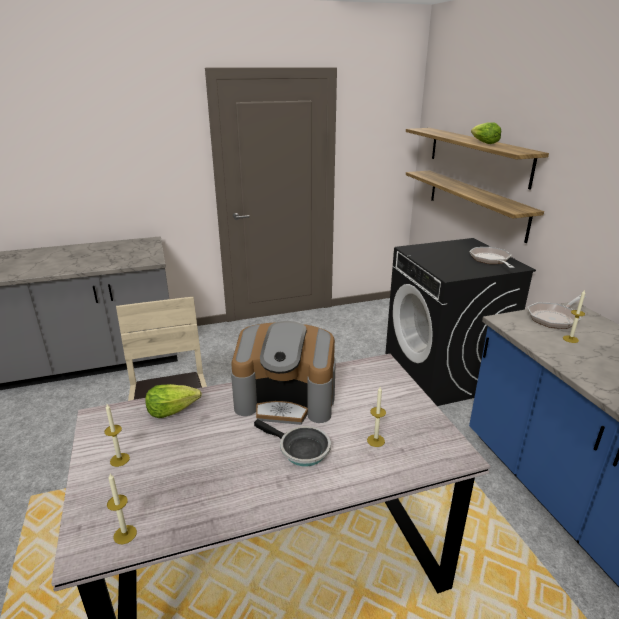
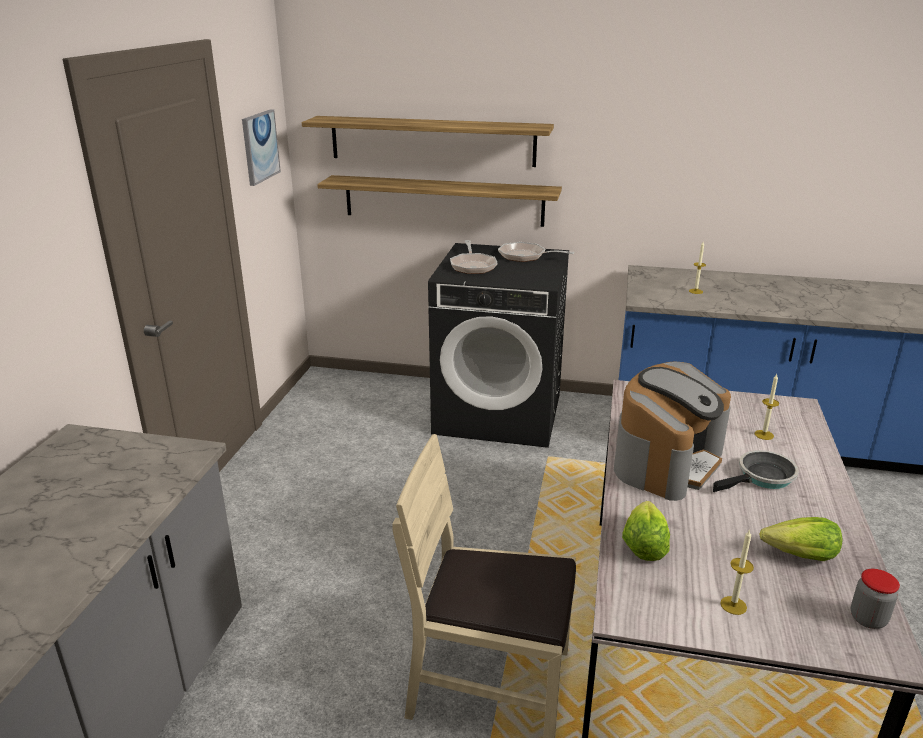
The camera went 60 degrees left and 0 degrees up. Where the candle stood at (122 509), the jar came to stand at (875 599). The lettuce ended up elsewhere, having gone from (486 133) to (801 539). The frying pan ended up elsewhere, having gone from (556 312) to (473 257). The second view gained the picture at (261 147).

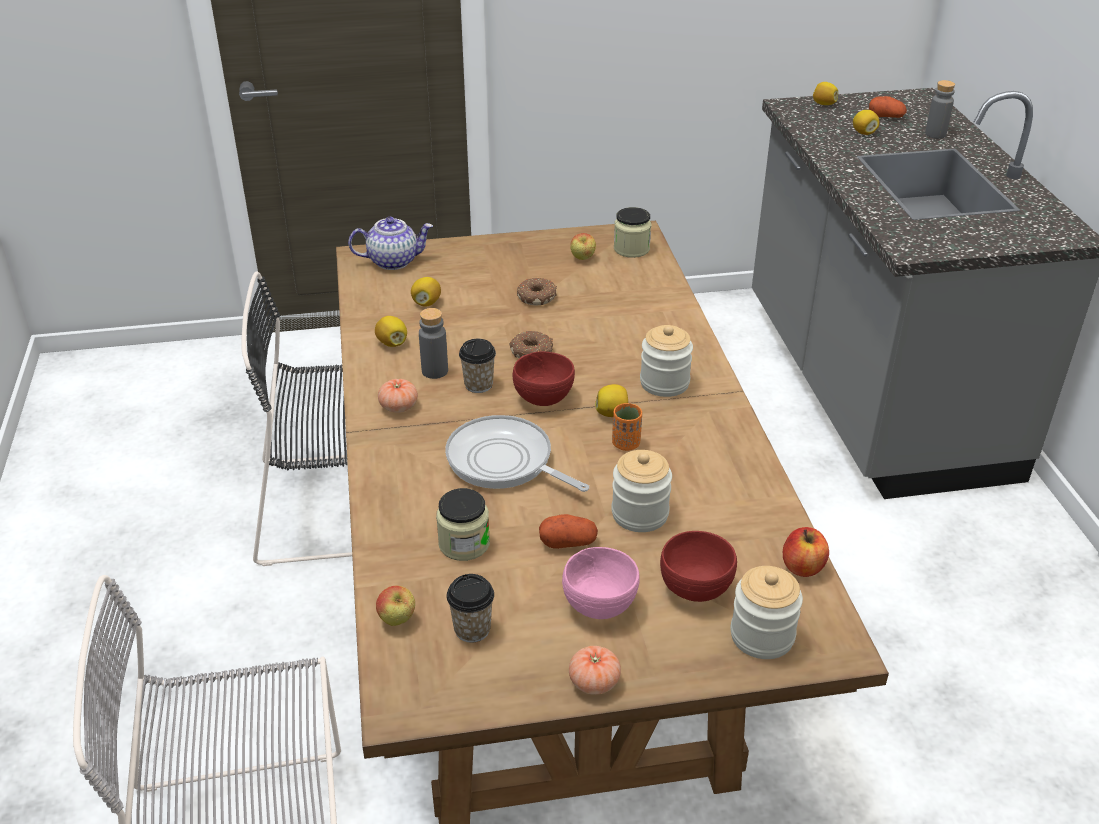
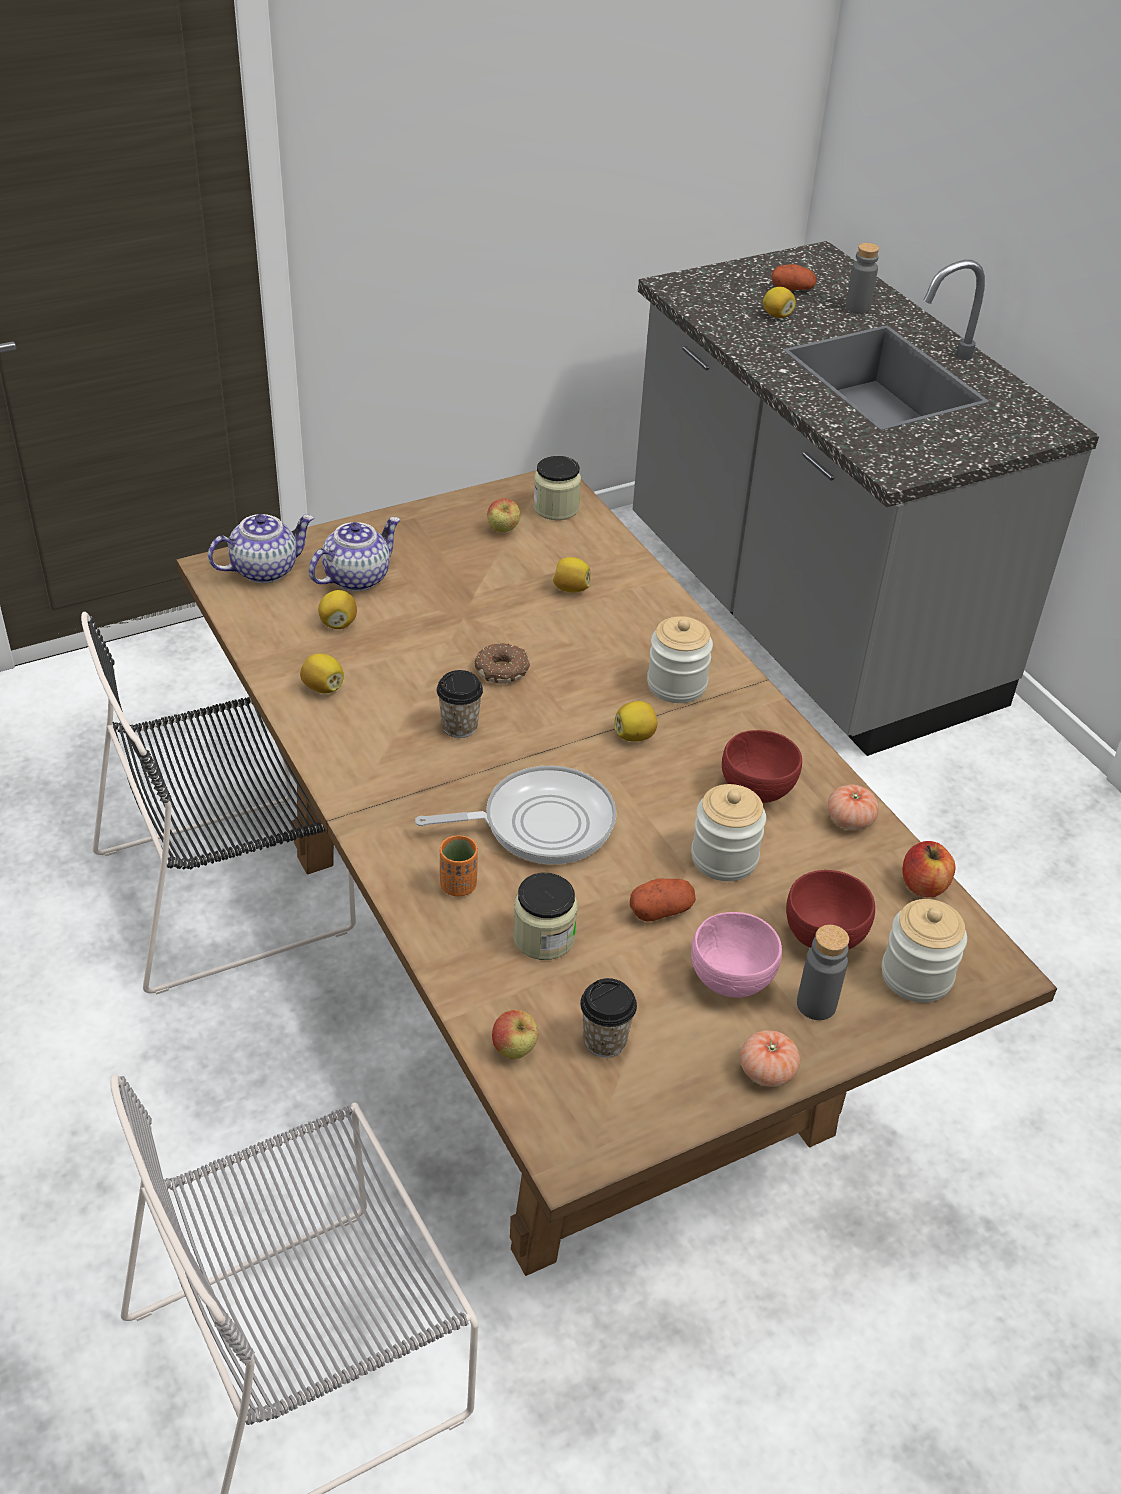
The camera went 20 degrees left and 5 degrees up. The tomato ended up elsewhere, having gone from (398 396) to (853 807). The grey bottle ended up elsewhere, having gone from (433 343) to (823 972). The frying pan at (517 453) ended up facing another way, 150 degrees clockwise from before. The red bowl ended up elsewhere, having gone from (544 378) to (762 766). The second view lost the donut at (537 291). The orange cup ended up elsewhere, having gone from (627 427) to (459 866). The lemon ended up elsewhere, having gone from (825 93) to (571 574). The second view gained the teapot at (355 554).

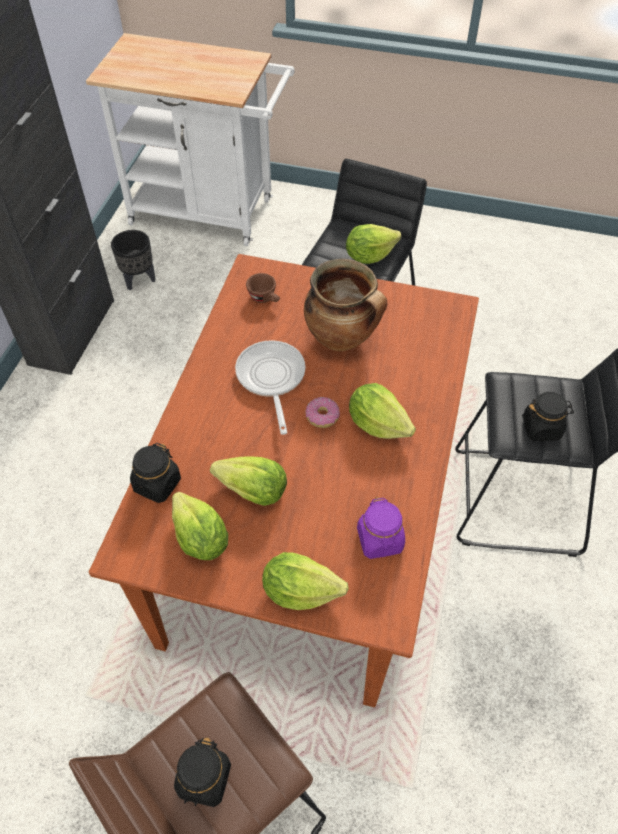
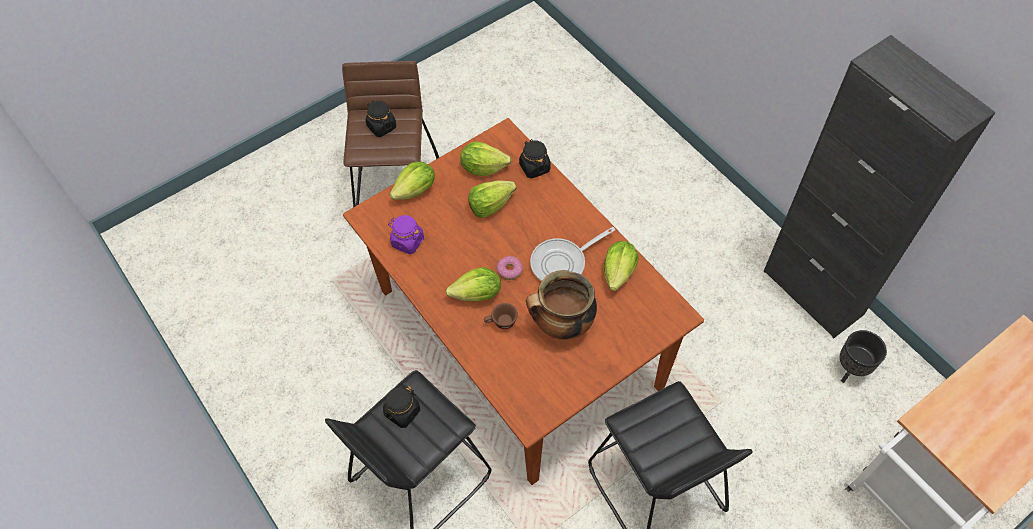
The camera went 130 degrees right and 5 degrees up. The frying pan at (270 387) ended up facing another way, 120 degrees clockwise from before. The brown cup ended up elsewhere, having gone from (263 288) to (501 316). The lettuce ended up elsewhere, having gone from (373 244) to (621 266).

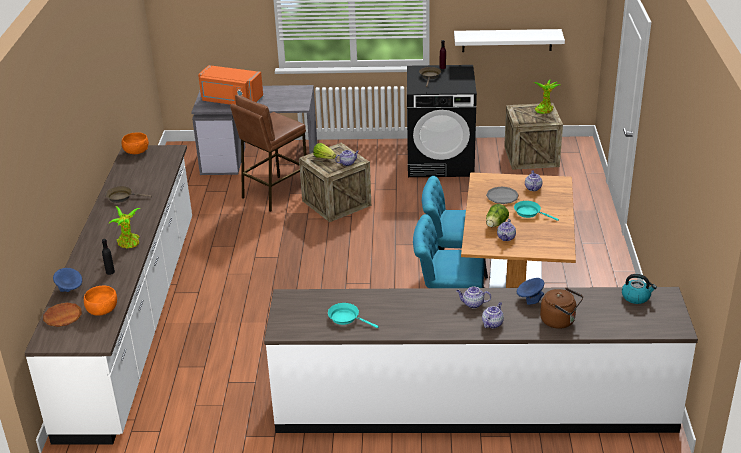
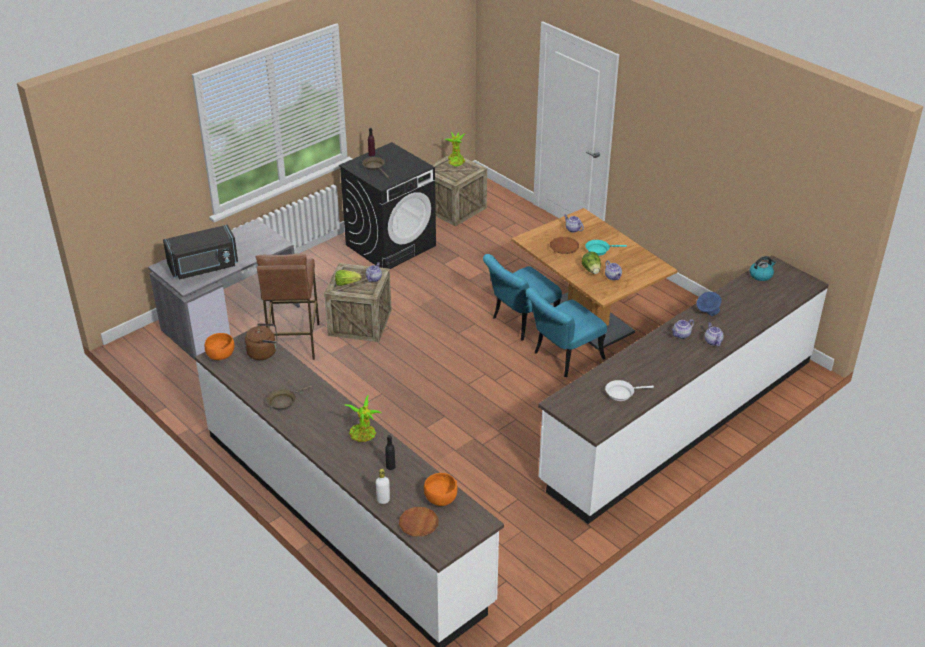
The camera went 45 degrees left and 5 degrees up. Where the blue bowl stood at (67 280), the white bottle came to stand at (383 486). What was the orange microwave at (230 85) turned into the black microwave at (200 252). What was the turquoise frying pan at (353 315) turned into the white frying pan at (629 390). The second view lost the white shelf at (509 40). What was the grey plate at (502 195) turned into the brown plate at (564 245). The brown kettle ended up elsewhere, having gone from (561 308) to (261 341).

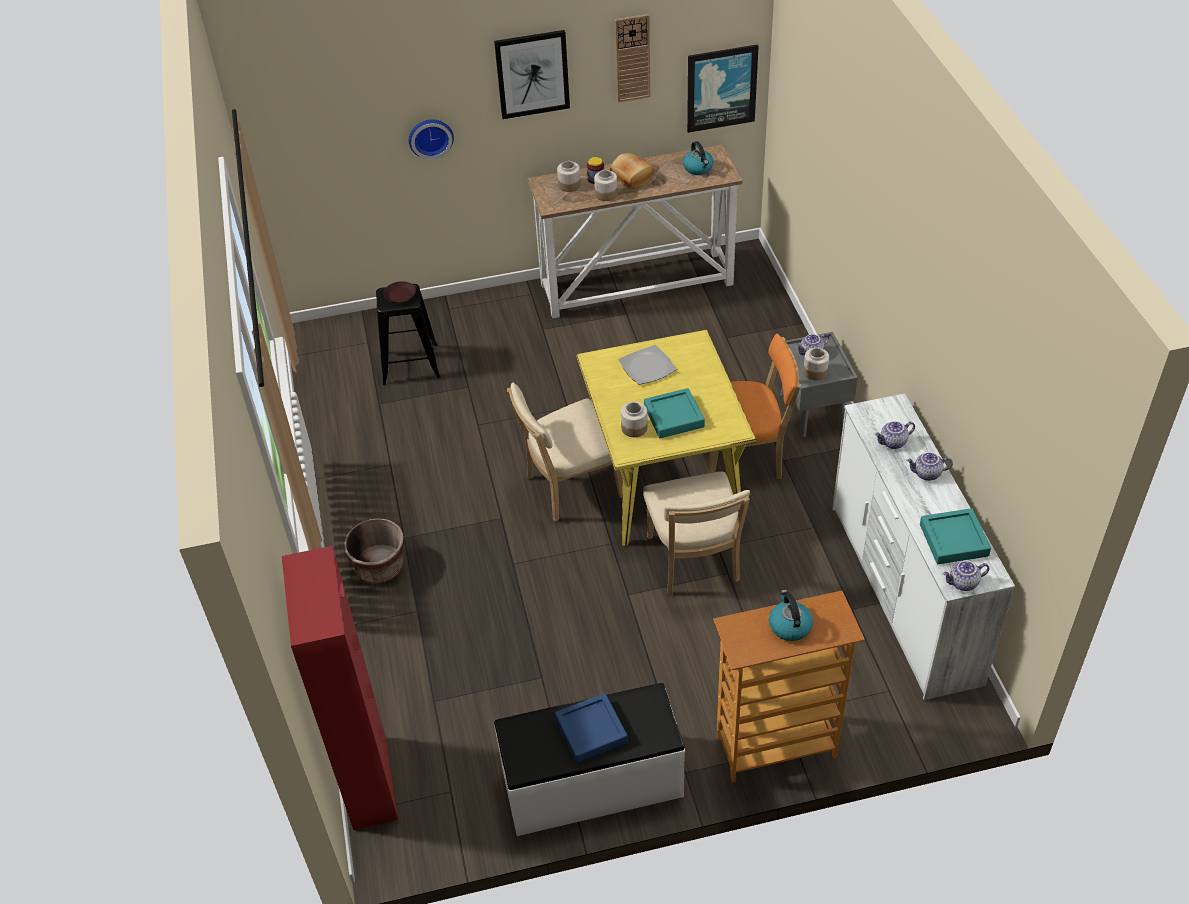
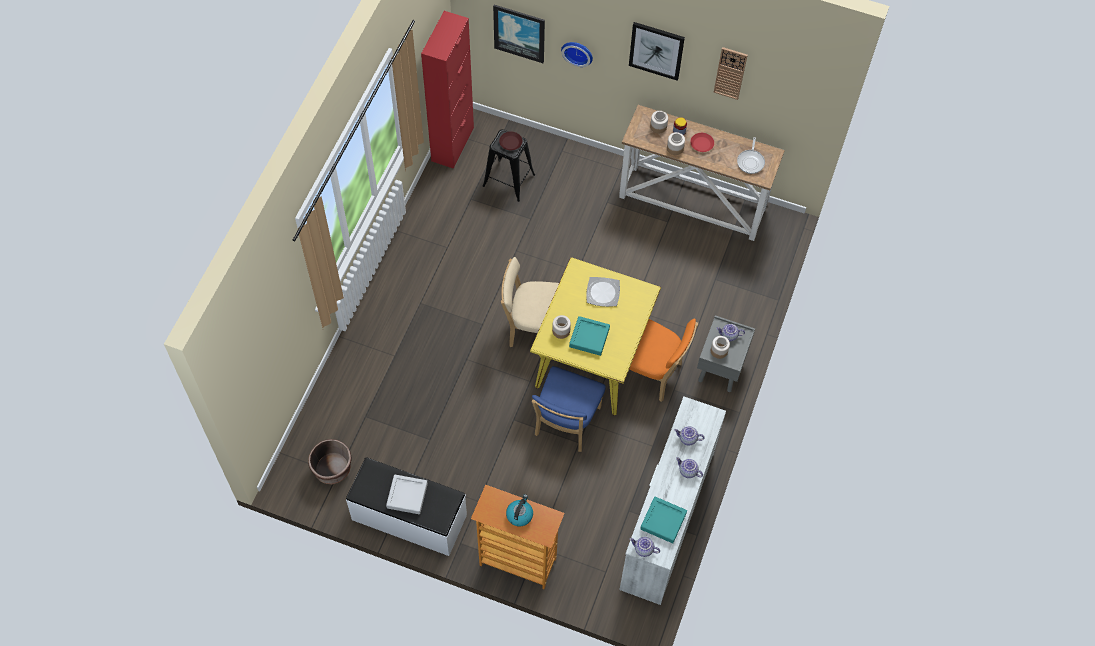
The camera went 30 degrees right and 15 degrees up. The red cabinet ended up elsewhere, having gone from (340 688) to (447 90). The brown planter ended up elsewhere, having gone from (374 551) to (330 462). What was the blue tray at (591 728) turned into the grey tray at (407 494). Where the bread stood at (632 171), the red plate came to stand at (702 142). What was the beige chair at (696 533) turned into the blue chair at (569 409). Where the kettle stood at (698 158), the frying pan came to stand at (751 155). The picture ended up elsewhere, having gone from (723 88) to (519 34).

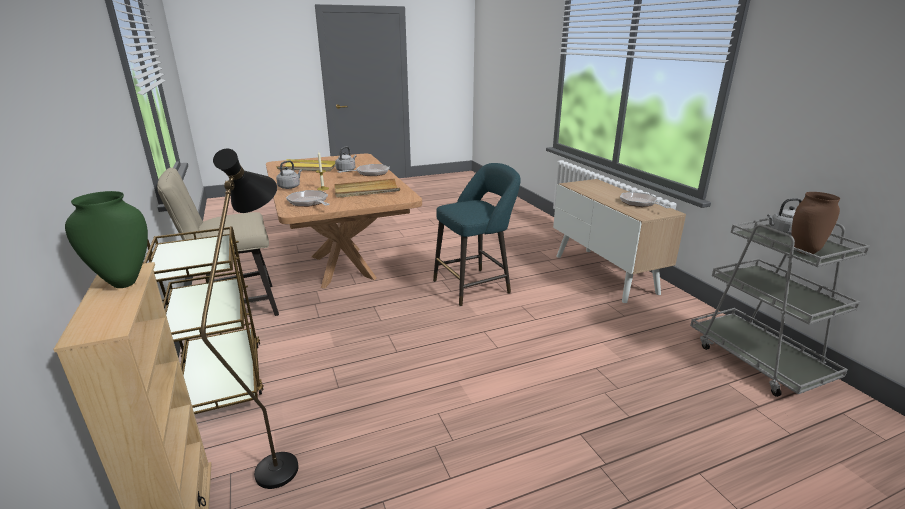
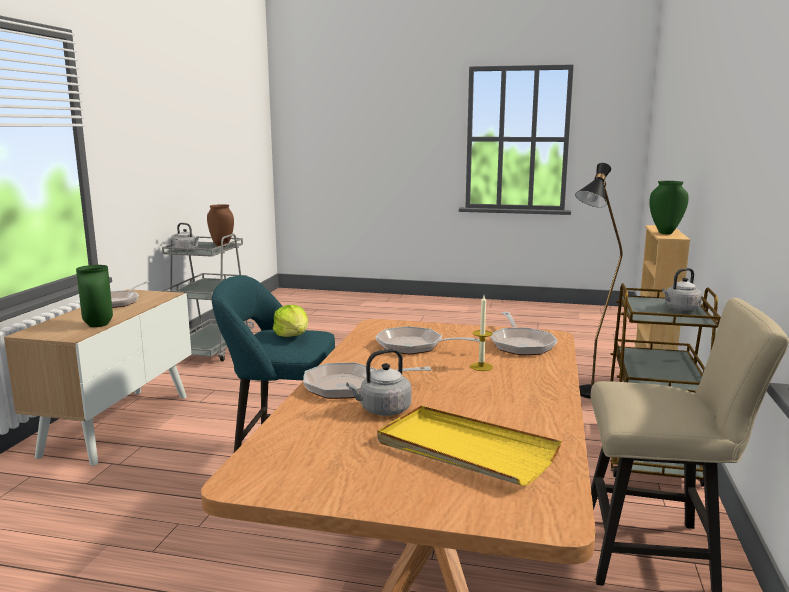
The camera went 145 degrees left and 10 degrees down. The grey kettle ended up elsewhere, having gone from (289 174) to (682 289). Where the beige tray stood at (367 188), the frying pan came to stand at (427 340). The second view gained the green vase at (94 296). The second view gained the lettuce at (290 321).

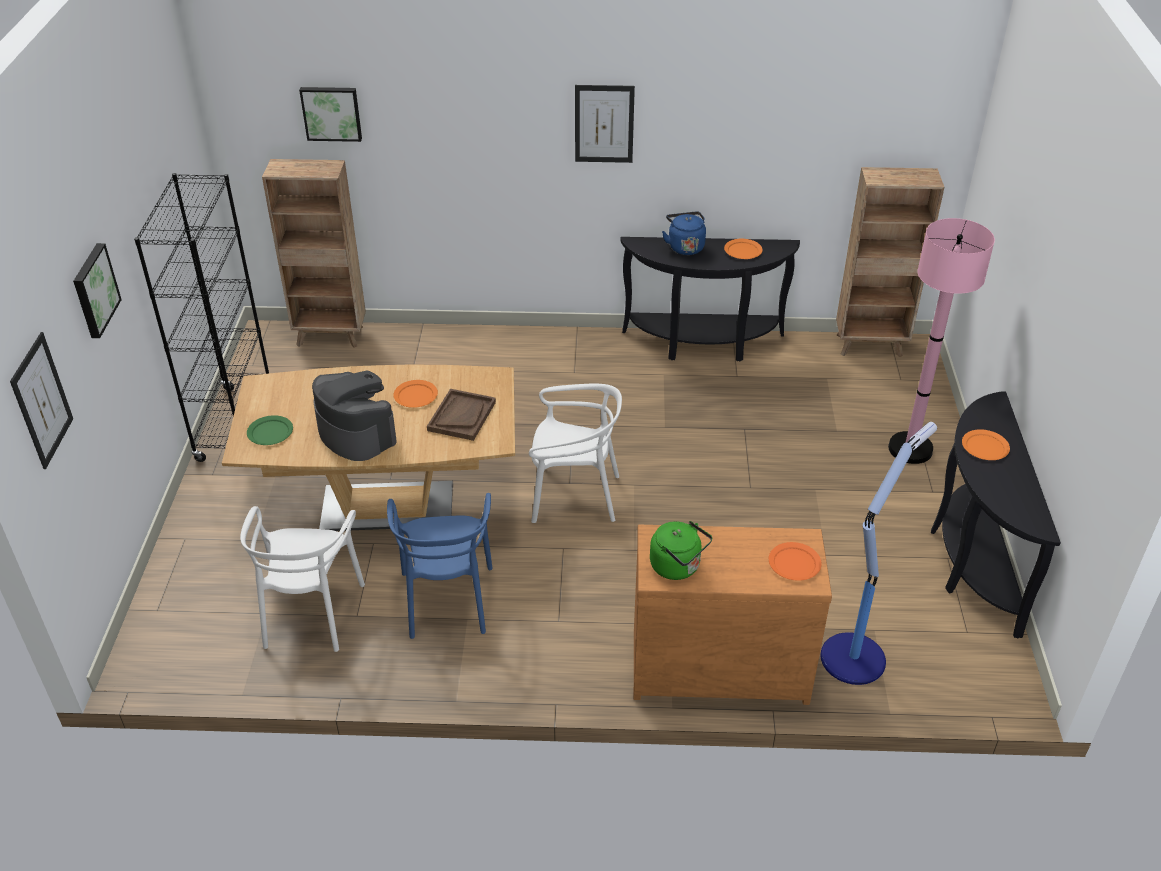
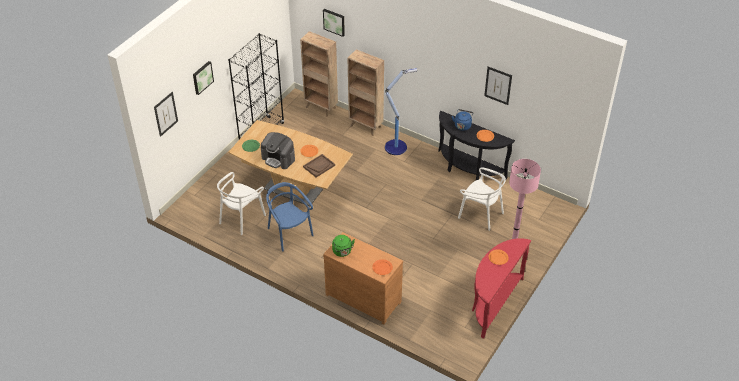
The camera went 30 degrees right and 5 degrees up. The coffee machine at (354 416) ended up facing another way, 135 degrees clockwise from before. The blue chair at (440 566) ended up facing another way, 120 degrees clockwise from before. The white chair ended up elsewhere, having gone from (575 453) to (482 199). The picture ended up elsewhere, having gone from (605 124) to (498 86). The floor lamp ended up elsewhere, having gone from (879 553) to (401 111). The brown bookcase ended up elsewhere, having gone from (890 262) to (365 92). What was the black console table at (996 514) turned into the red console table at (501 288).

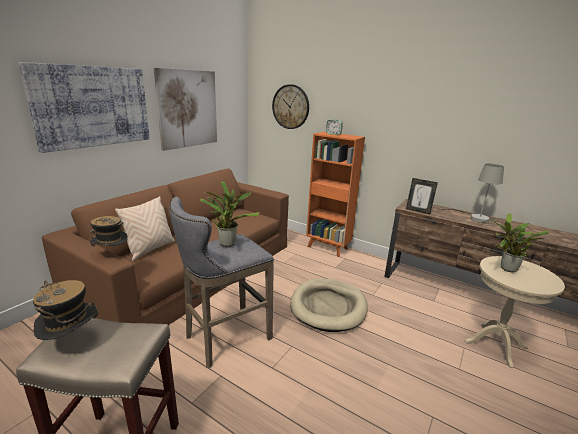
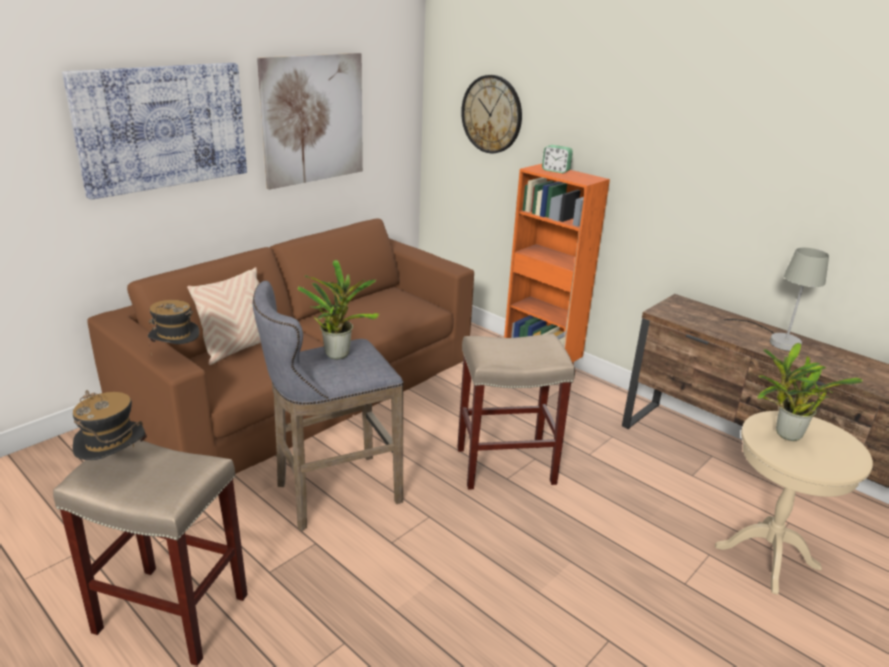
The camera went 10 degrees right and 5 degrees up. Where the beige dog bed stood at (329 305), the beige stool came to stand at (516 412). The second view lost the picture frame at (422 196).

